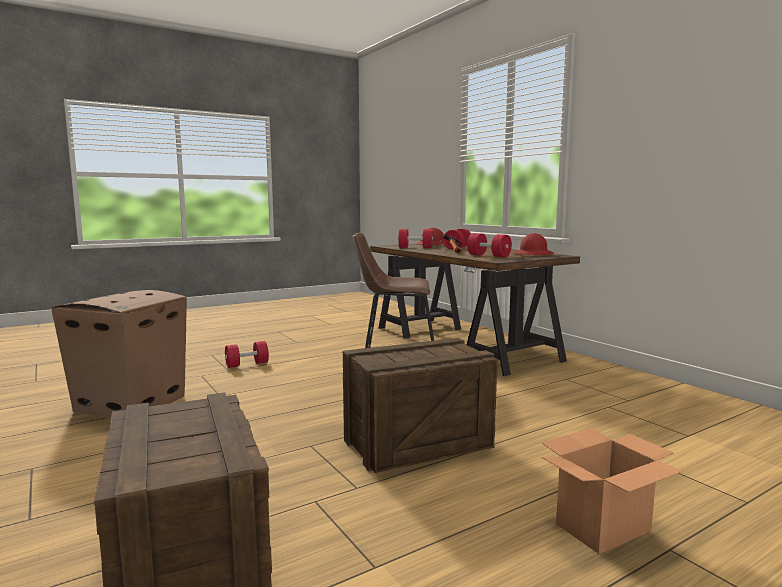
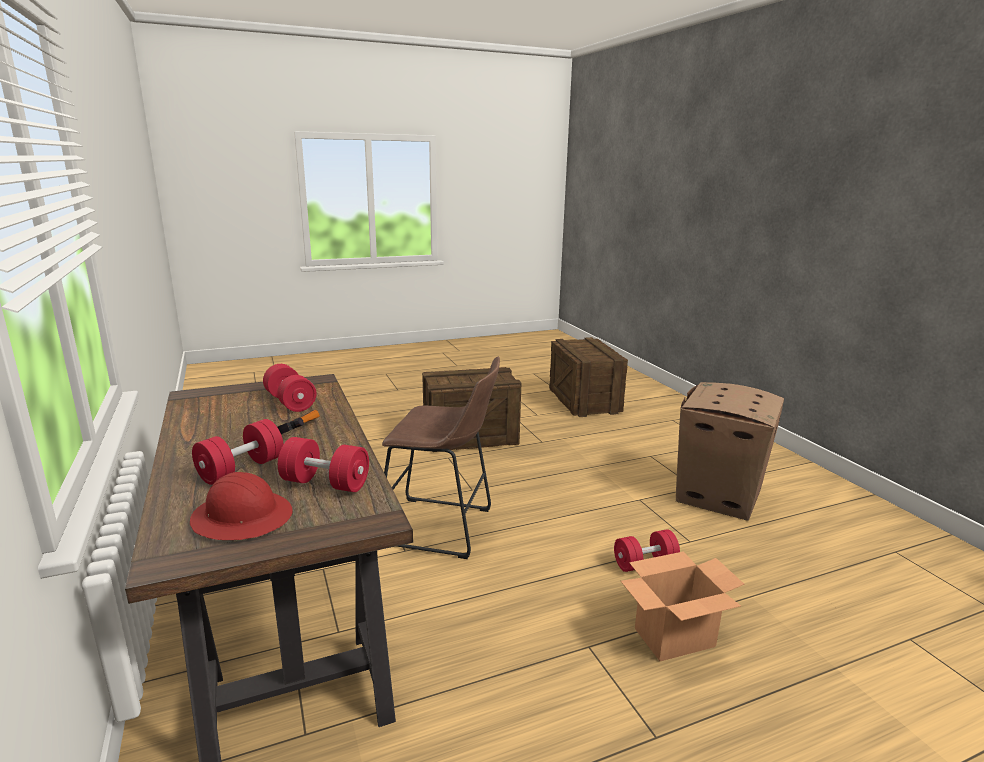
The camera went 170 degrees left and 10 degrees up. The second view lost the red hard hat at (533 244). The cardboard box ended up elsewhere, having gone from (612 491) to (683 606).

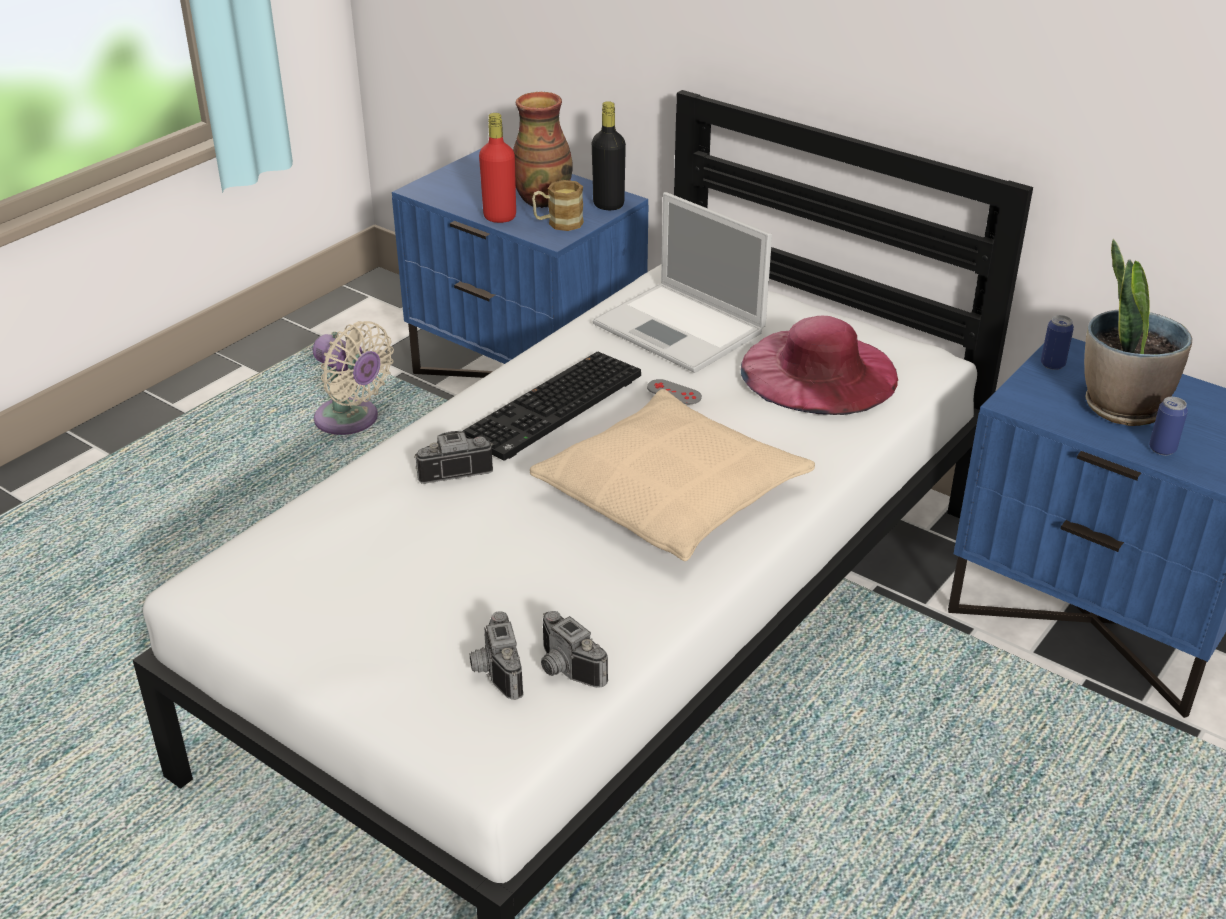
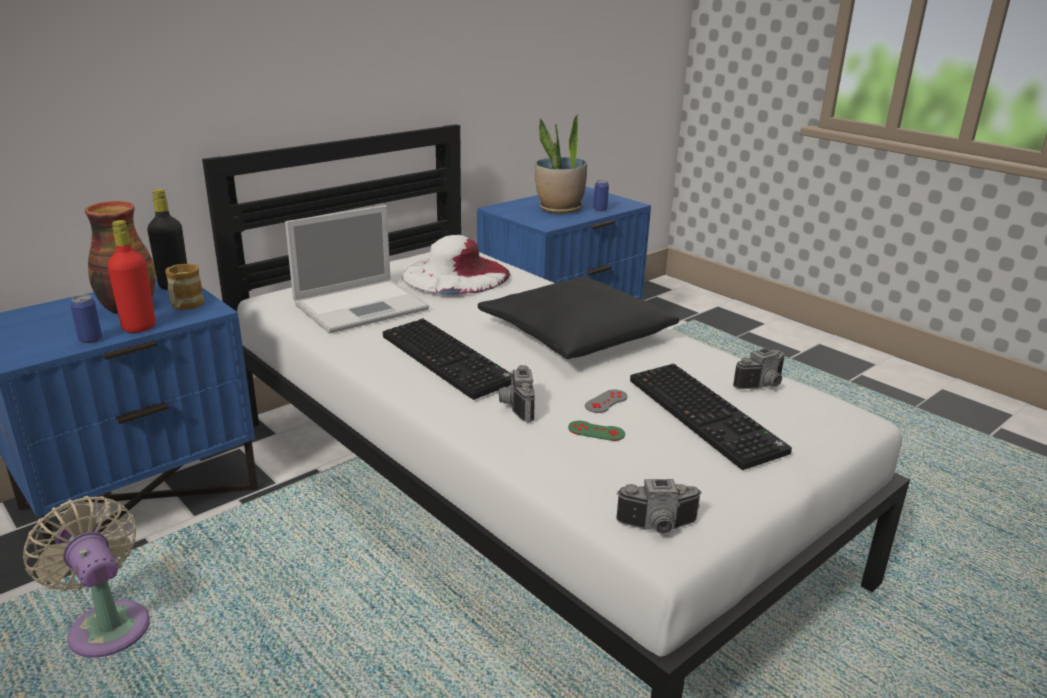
The camera went 80 degrees left and 10 degrees down. The beige fan at (353 378) ended up facing another way, 90 degrees counterclockwise from before. The photo camera ended up elsewhere, having gone from (497 655) to (659 506). What was the beige pillow at (672 475) turned into the black pillow at (578 317). The grey game controller ended up elsewhere, having gone from (674 391) to (606 401). What was the pink hat at (819 365) turned into the white hat at (456 265). The can ended up elsewhere, having gone from (1057 342) to (86 319). The second view gained the green game controller at (596 431). The second view gained the keyboard at (711 417).

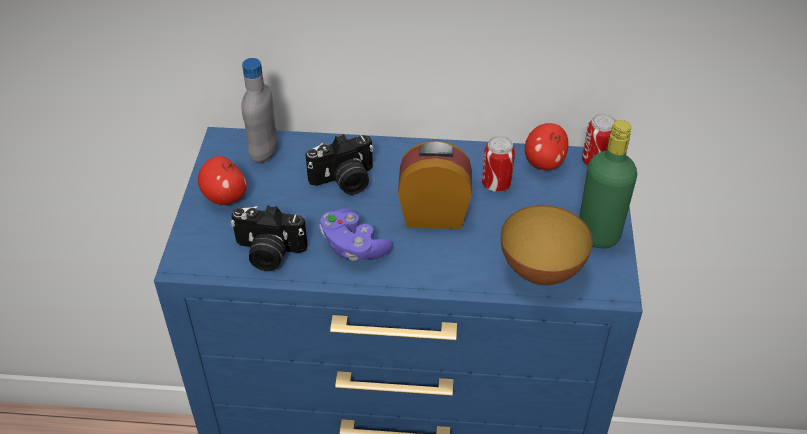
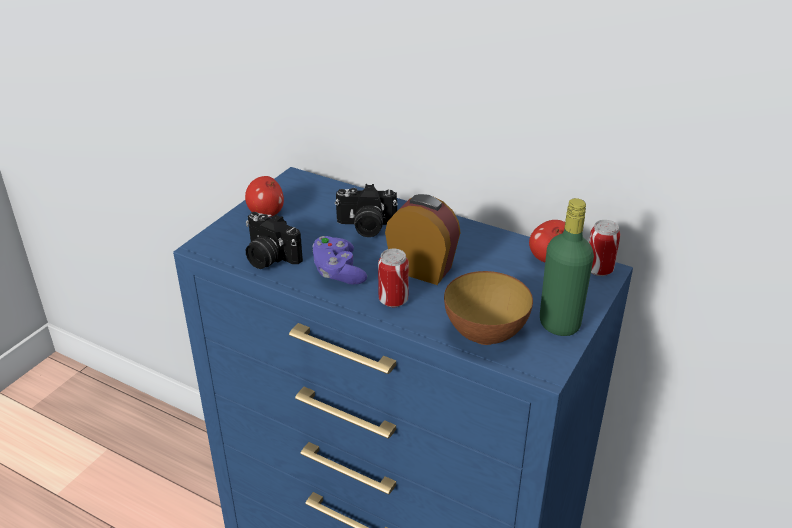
The camera went 25 degrees right and 10 degrees down. The second view lost the grey bottle at (259 110). The can ended up elsewhere, having gone from (498 163) to (393 278).

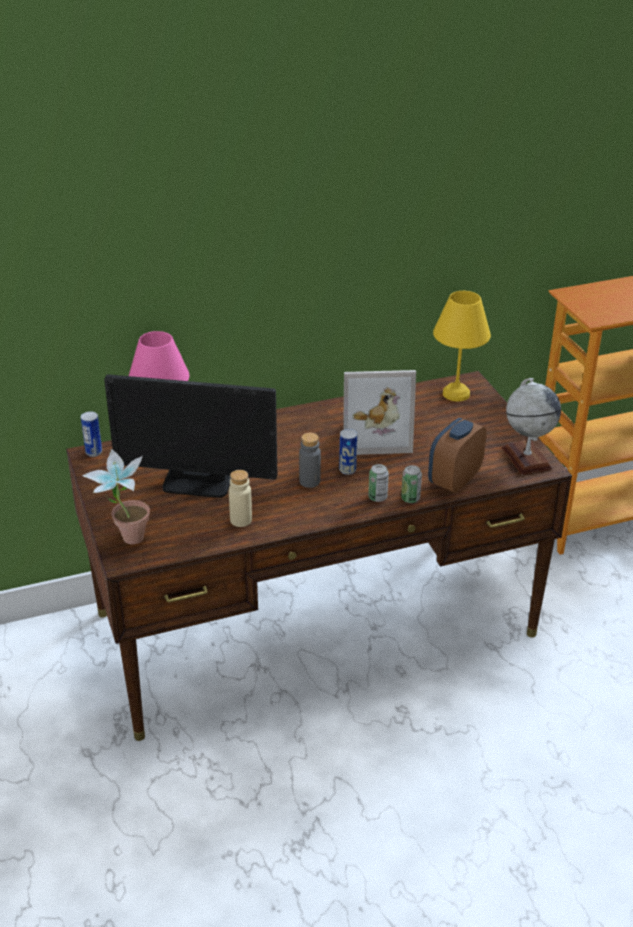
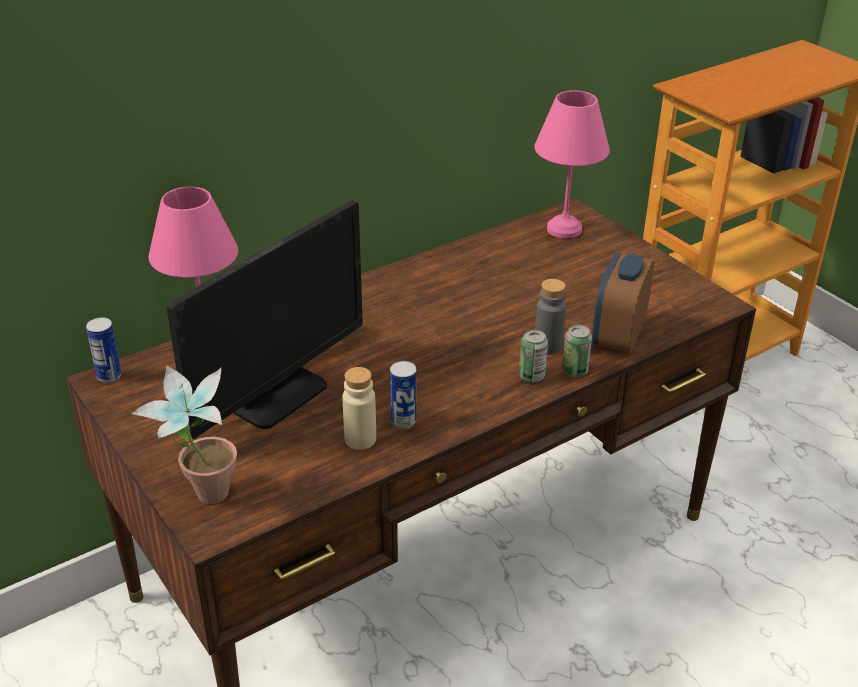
The camera went 15 degrees left and 0 degrees up. The monitor at (190 436) ended up facing another way, 45 degrees counterclockwise from before. The grey bottle ended up elsewhere, having gone from (310 460) to (550 317). The can ended up elsewhere, having gone from (348 452) to (403 395). The second view lost the picture frame at (379 412). What was the yellow table lamp at (462 346) turned into the pink table lamp at (572 164). The second view lost the globe at (531 426).

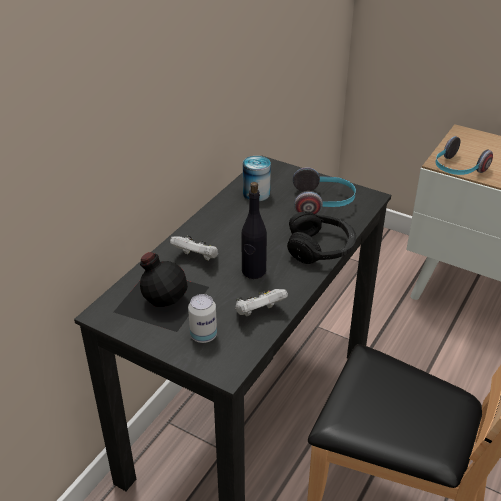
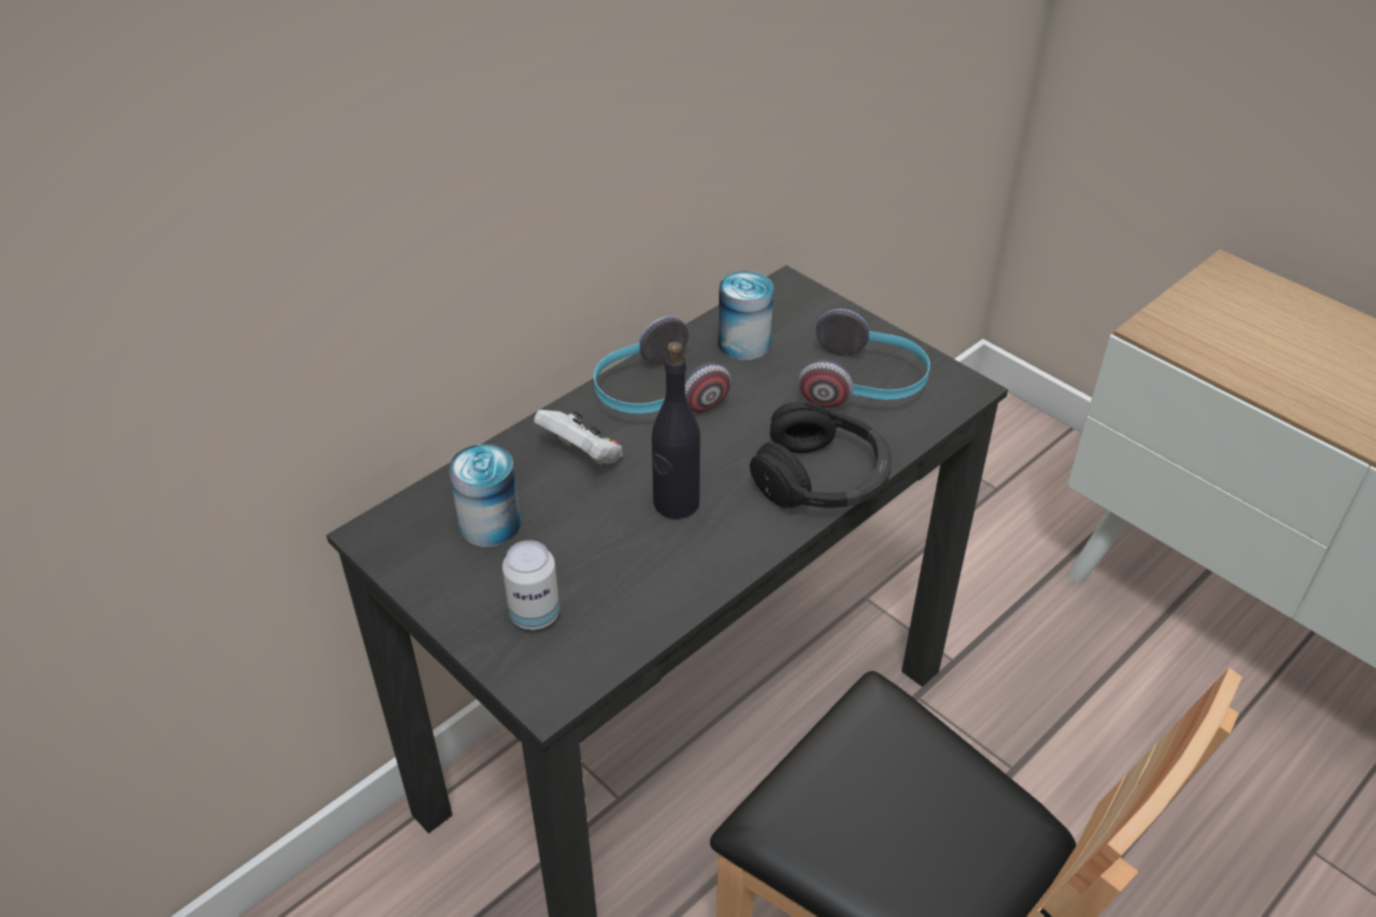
The camera went 15 degrees right and 5 degrees up. Where the black bottle stood at (161 292), the can came to stand at (485 495). The second view lost the white game controller at (262 303). The headphones ended up elsewhere, having gone from (464 155) to (662 365).

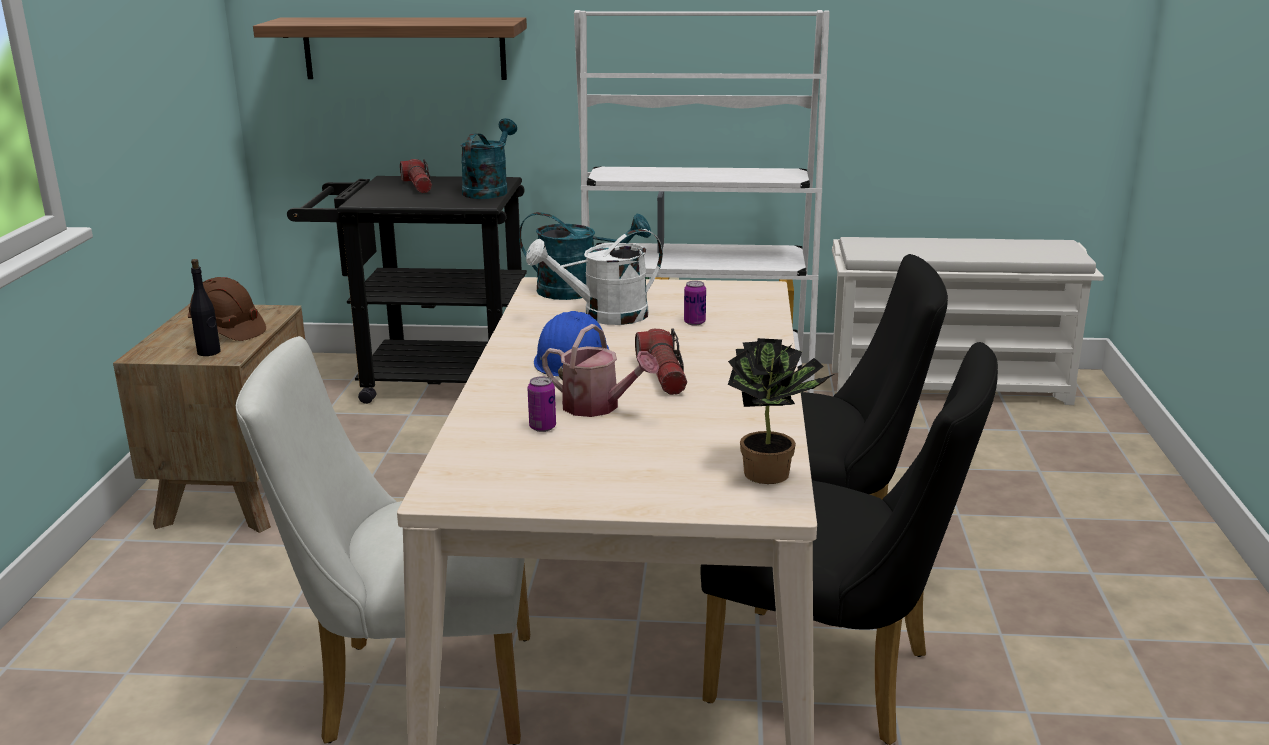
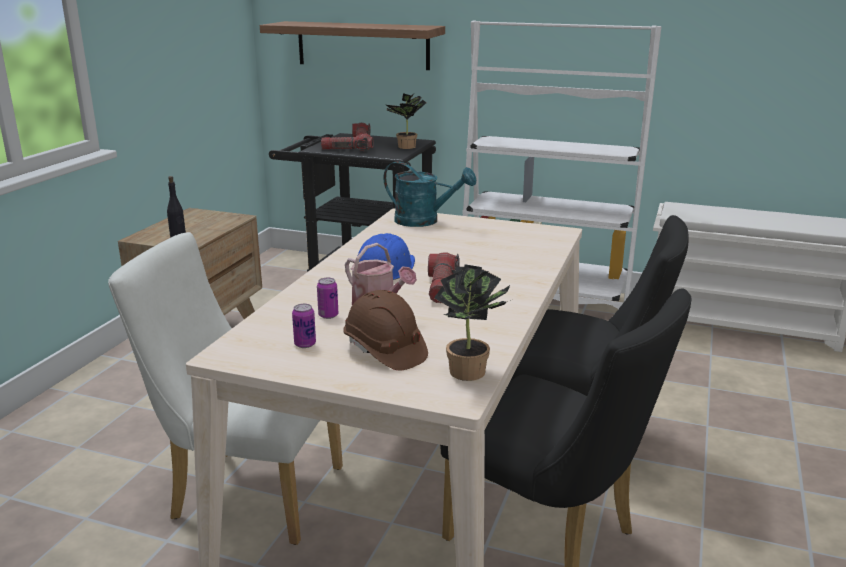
The camera went 15 degrees right and 0 degrees up. The brown hard hat ended up elsewhere, having gone from (227 309) to (385 330). Where the turquoise watering can stood at (488 158), the potted plant came to stand at (406 121). The second view lost the white watering can at (594 277). The can ended up elsewhere, having gone from (695 303) to (304 326). The second view gained the flashlight at (347 142).

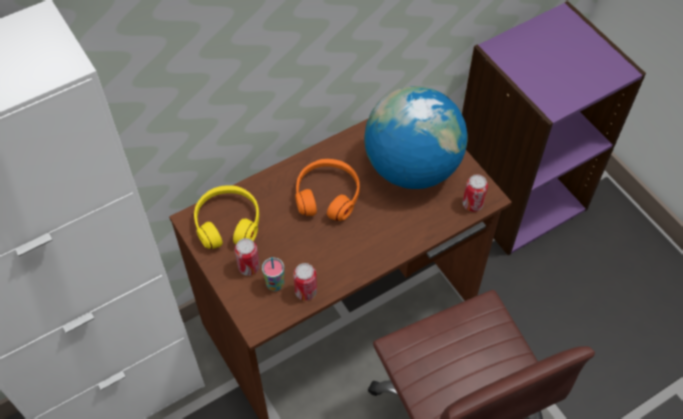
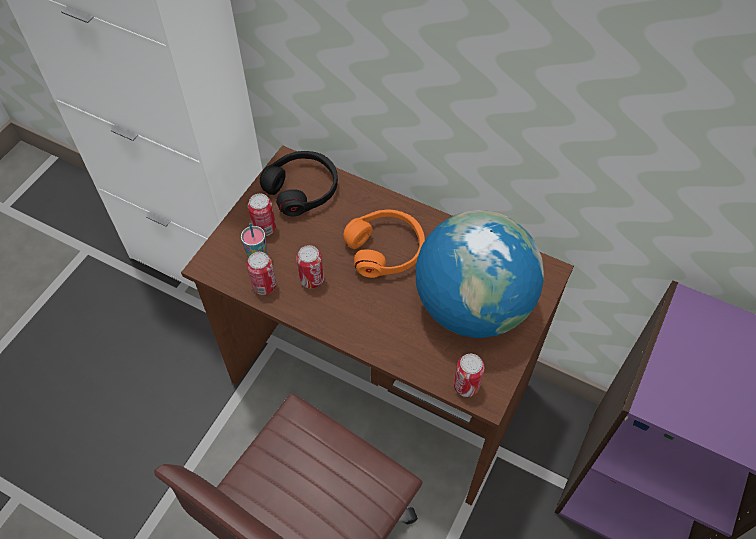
The camera went 60 degrees right and 0 degrees up. What was the yellow headphones at (226 217) turned into the black headphones at (299 183). The second view gained the can at (310 266).

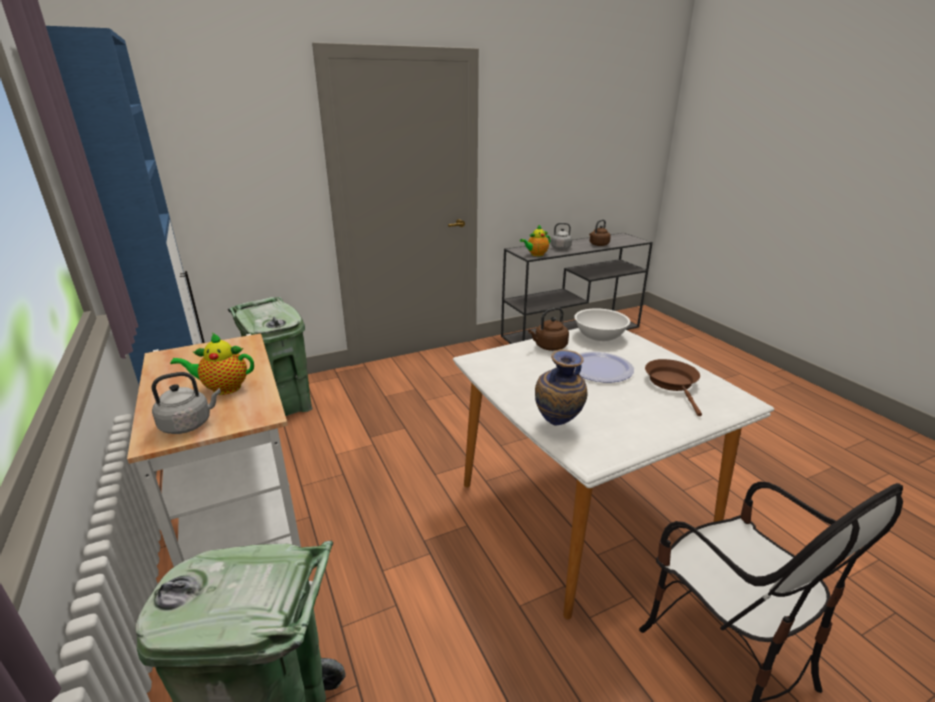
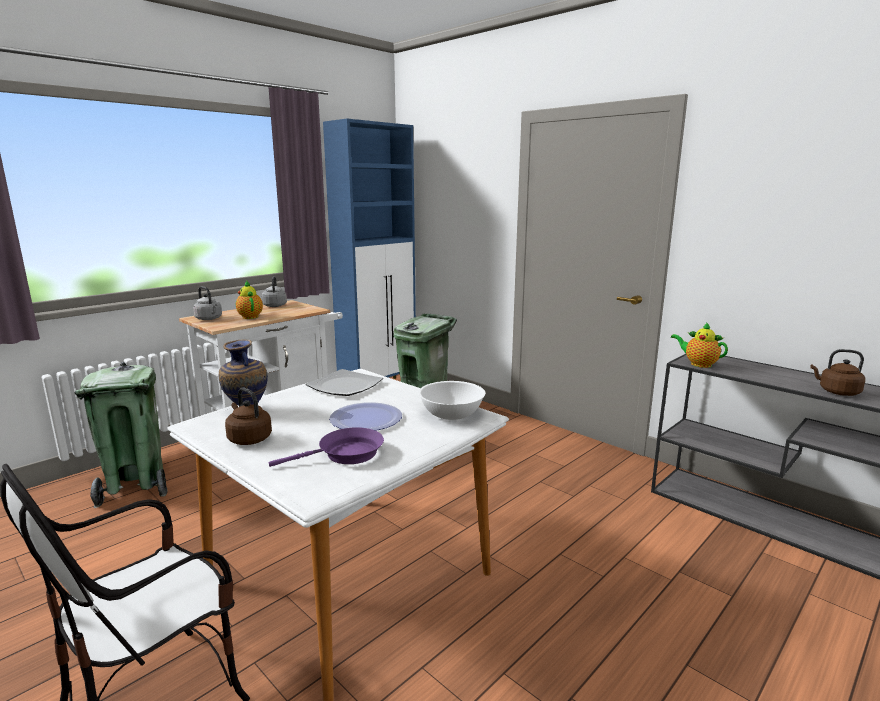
The camera went 70 degrees right and 10 degrees down. The brown kettle ended up elsewhere, having gone from (548 329) to (248 416). The grey kettle ended up elsewhere, having gone from (559 236) to (274 291). What was the brown frying pan at (673 387) turned into the purple frying pan at (326 447). The second view gained the plate at (344 382).

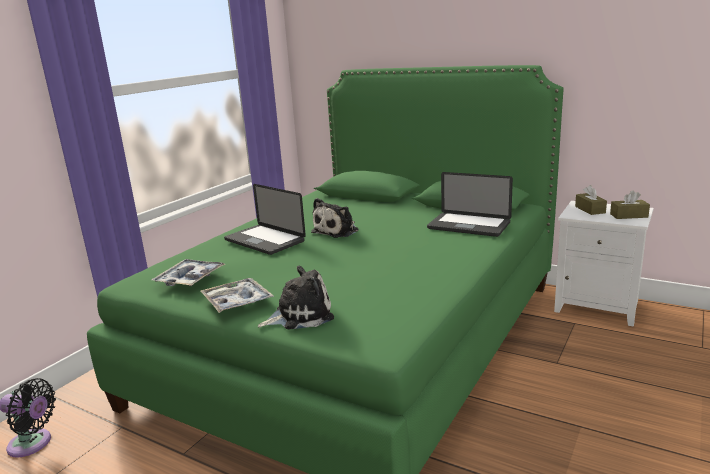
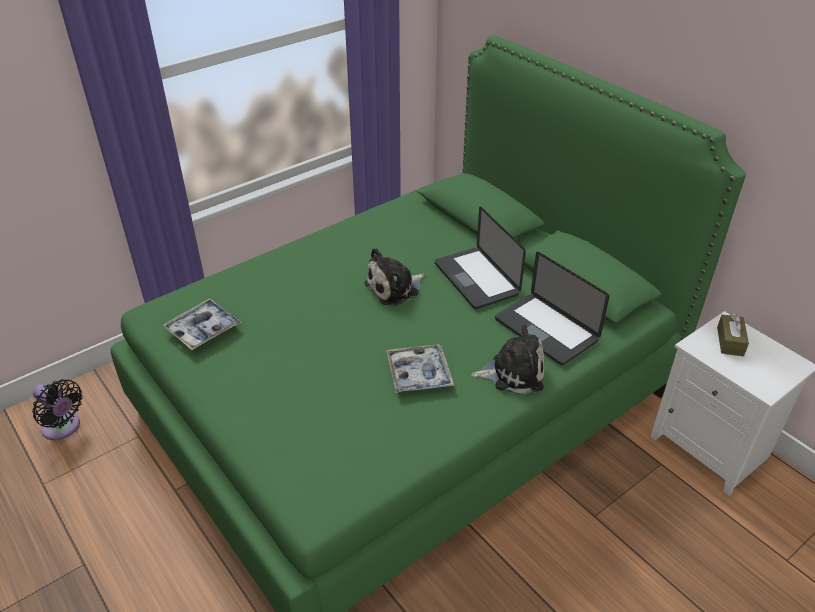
The camera went 20 degrees right and 20 degrees up. The tray ended up elsewhere, having gone from (237 295) to (420 368). The laptop ended up elsewhere, having gone from (265 219) to (480 257). The plush toy ended up elsewhere, having gone from (296 297) to (507 359). The second view lost the brown tissue box at (630 204).

